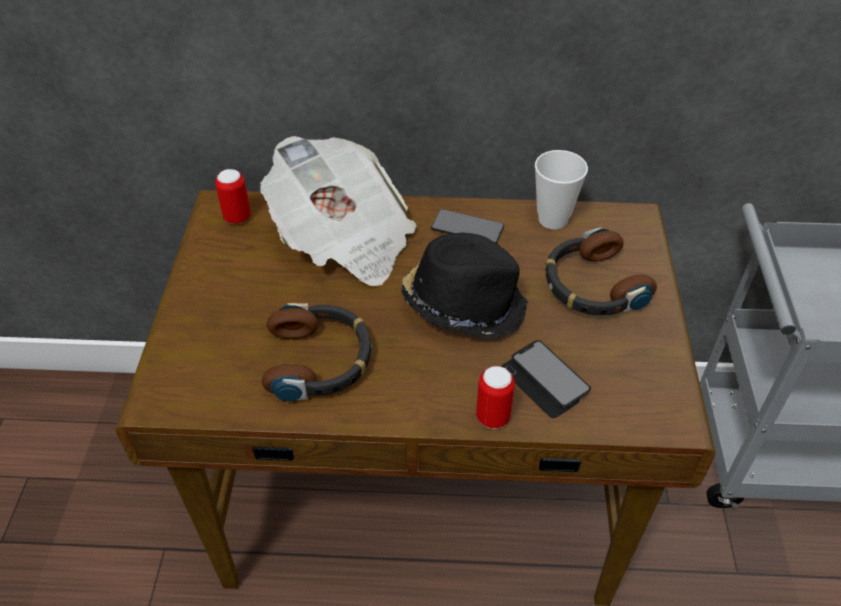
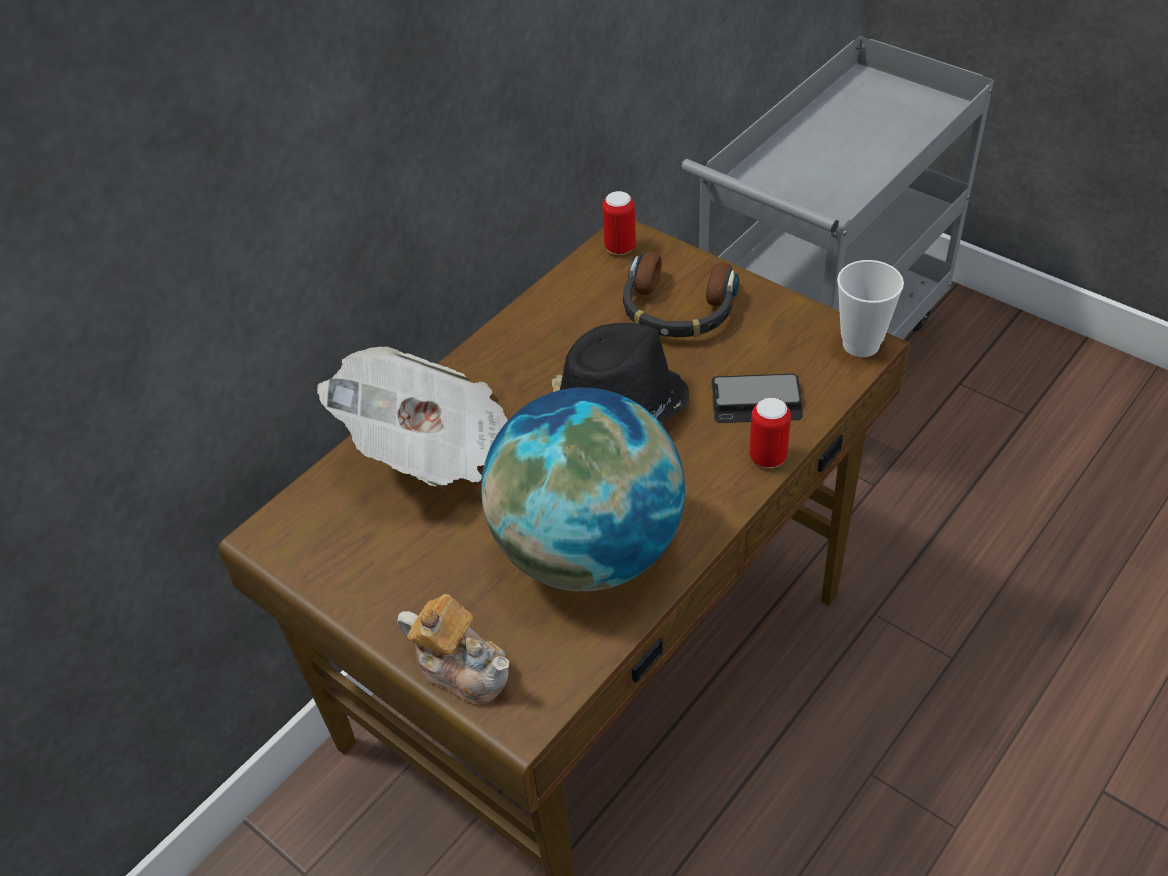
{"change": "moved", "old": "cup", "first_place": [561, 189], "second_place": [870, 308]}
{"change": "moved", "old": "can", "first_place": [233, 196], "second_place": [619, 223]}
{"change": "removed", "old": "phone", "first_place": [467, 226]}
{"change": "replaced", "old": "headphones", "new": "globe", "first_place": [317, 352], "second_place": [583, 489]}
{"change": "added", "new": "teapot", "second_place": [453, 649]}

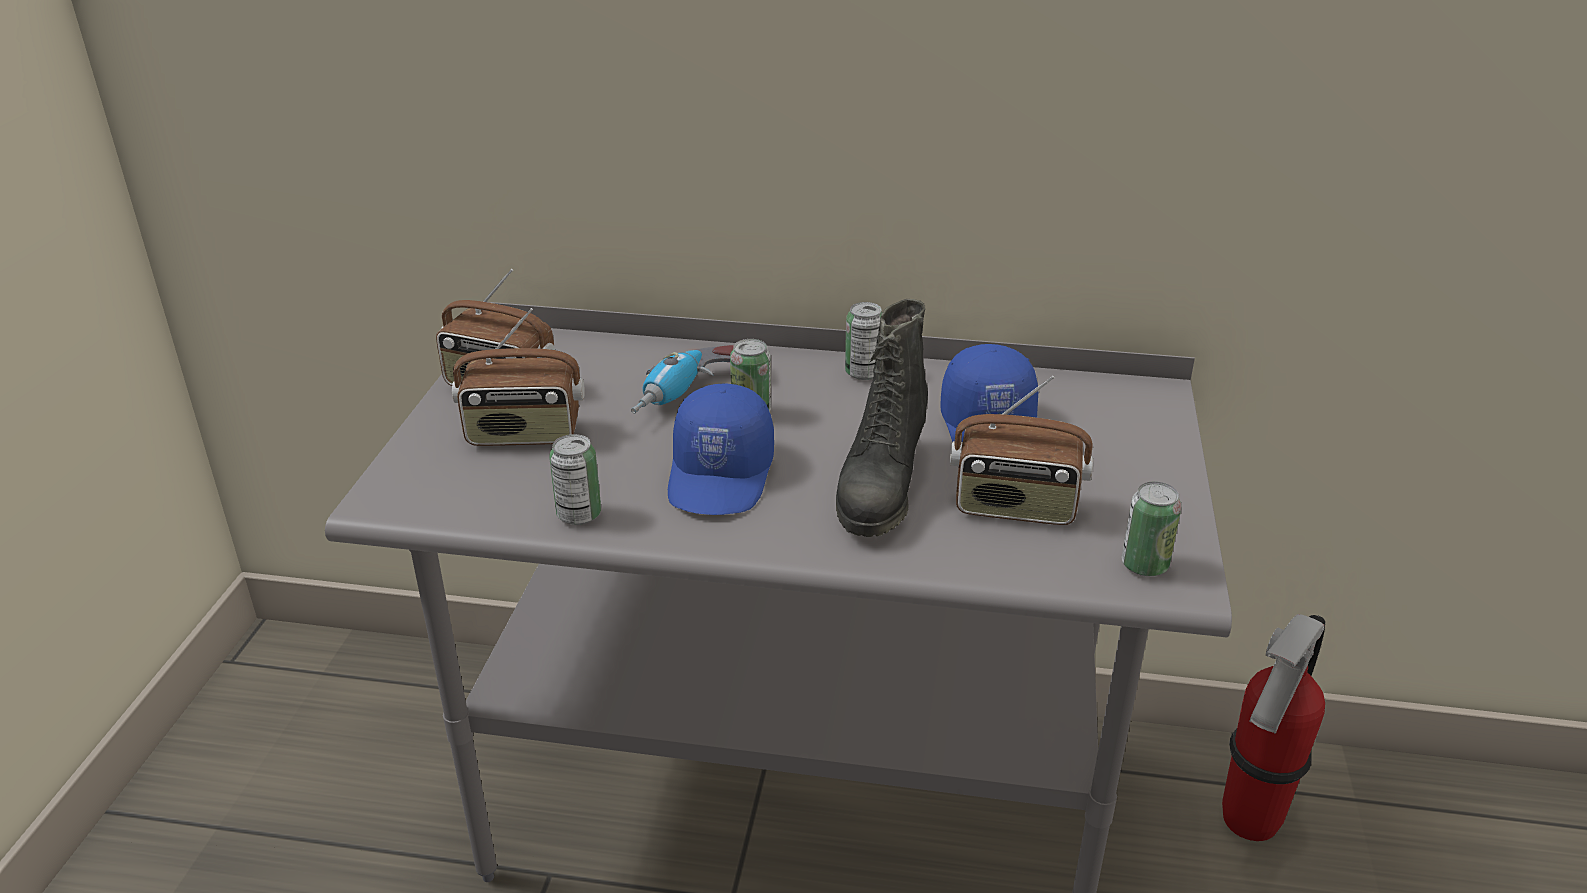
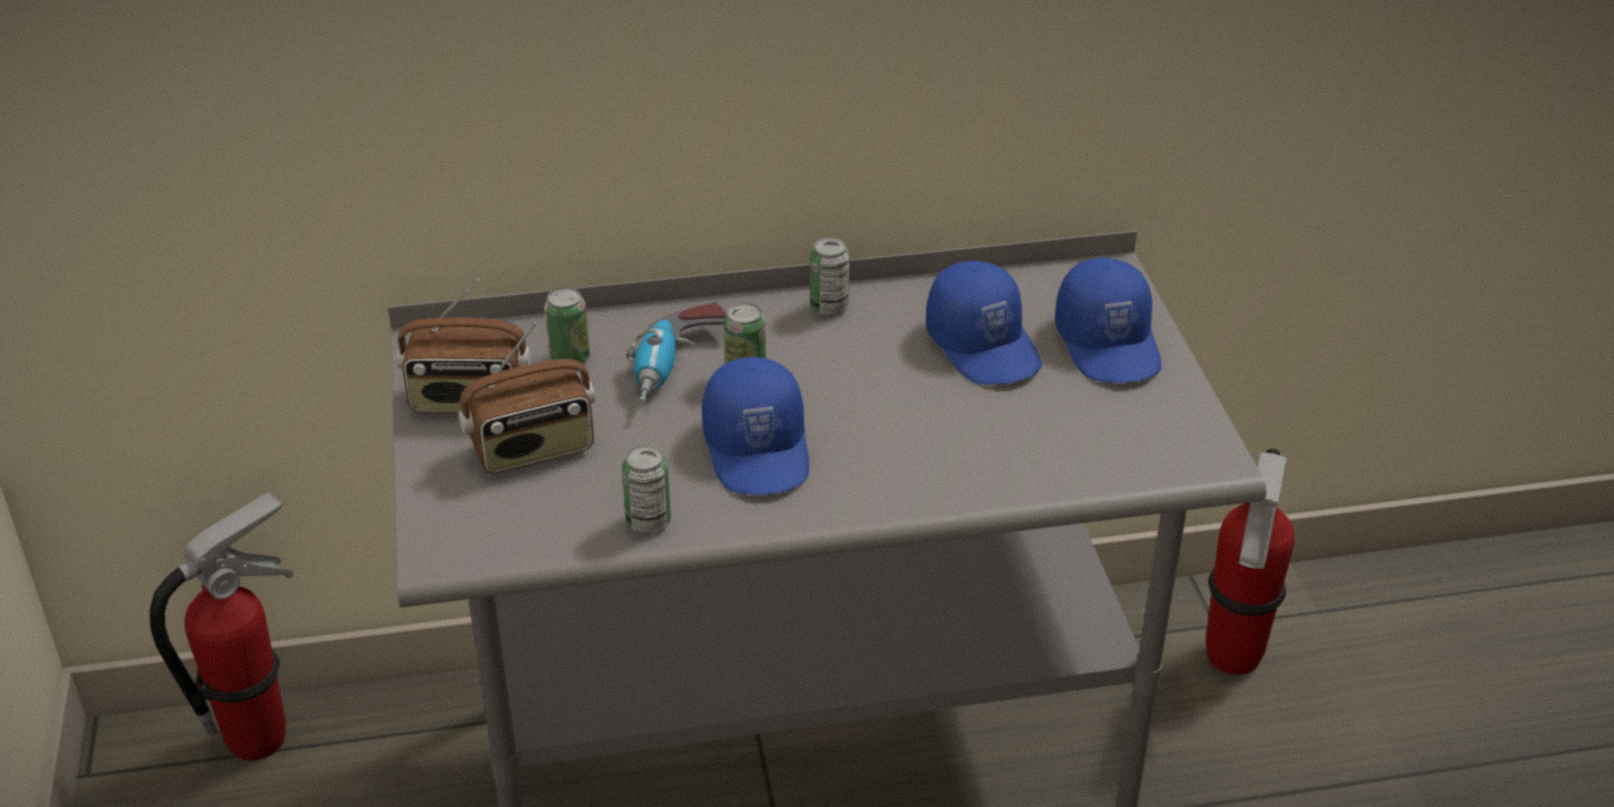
{"change": "removed", "old": "black boot", "first_place": [882, 418]}
{"change": "removed", "old": "radio", "first_place": [1021, 450]}
{"change": "moved", "old": "can", "first_place": [1151, 528], "second_place": [567, 325]}
{"change": "added", "new": "blue cap", "second_place": [1108, 320]}
{"change": "added", "new": "fire extinguisher", "second_place": [222, 625]}

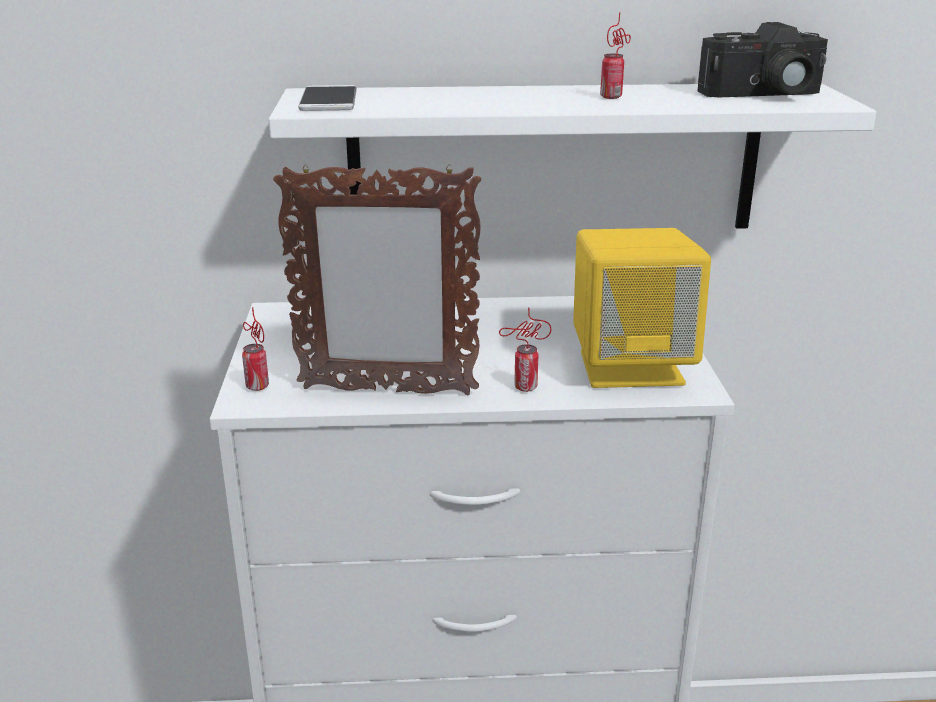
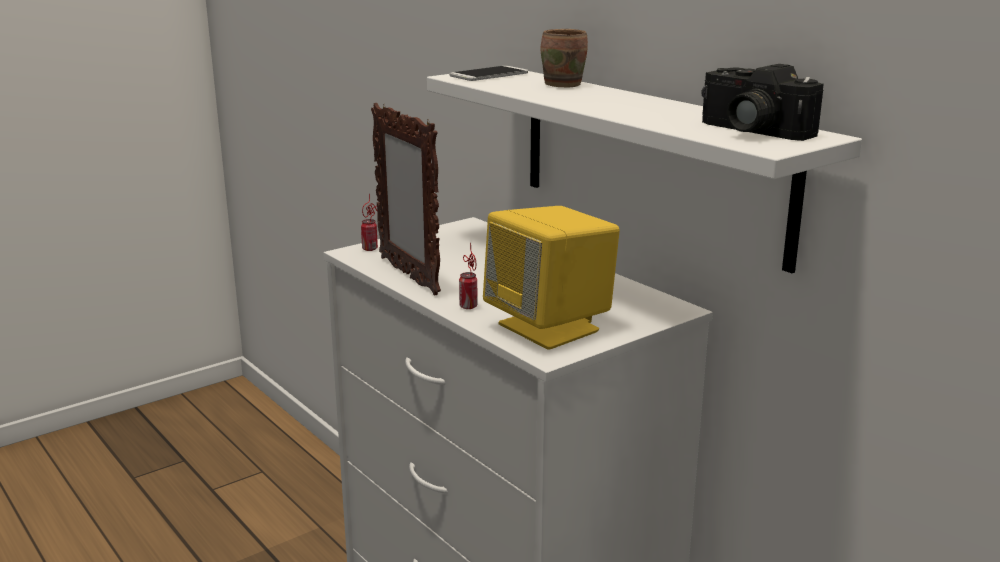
{"change": "removed", "old": "can", "first_place": [615, 55]}
{"change": "added", "new": "brown mug", "second_place": [564, 58]}

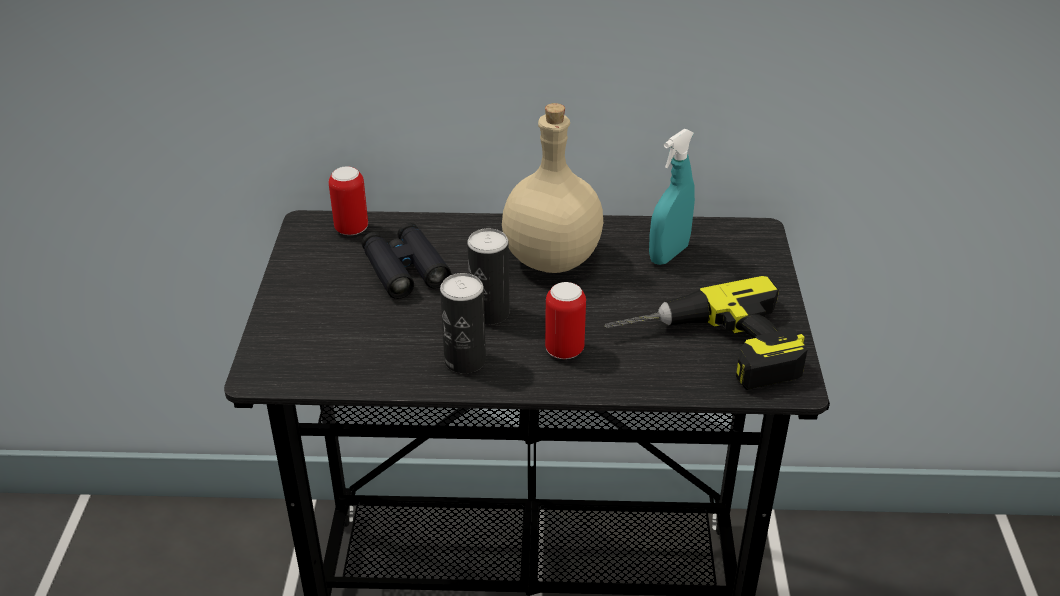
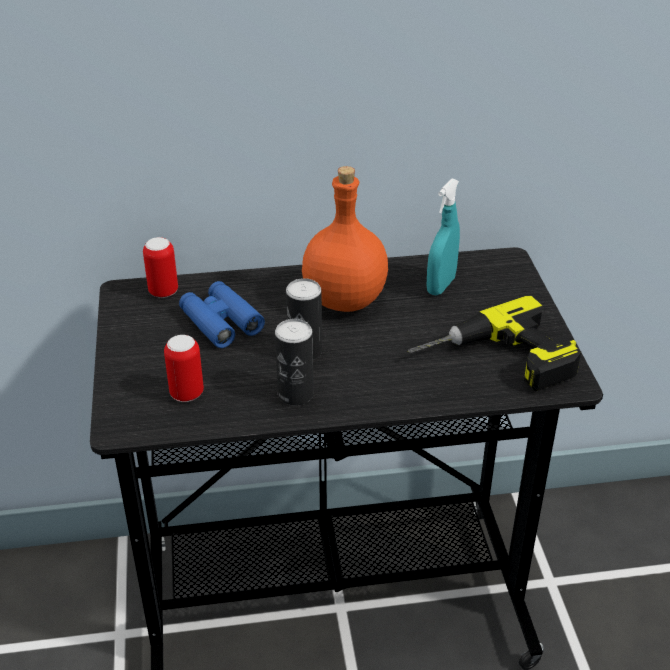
{"change": "recoloured", "old": "beige bottle", "new": "orange bottle", "first_place": [552, 188], "second_place": [345, 239]}
{"change": "recoloured", "old": "black binoculars", "new": "blue binoculars", "first_place": [406, 261], "second_place": [222, 314]}
{"change": "moved", "old": "can", "first_place": [565, 320], "second_place": [184, 368]}

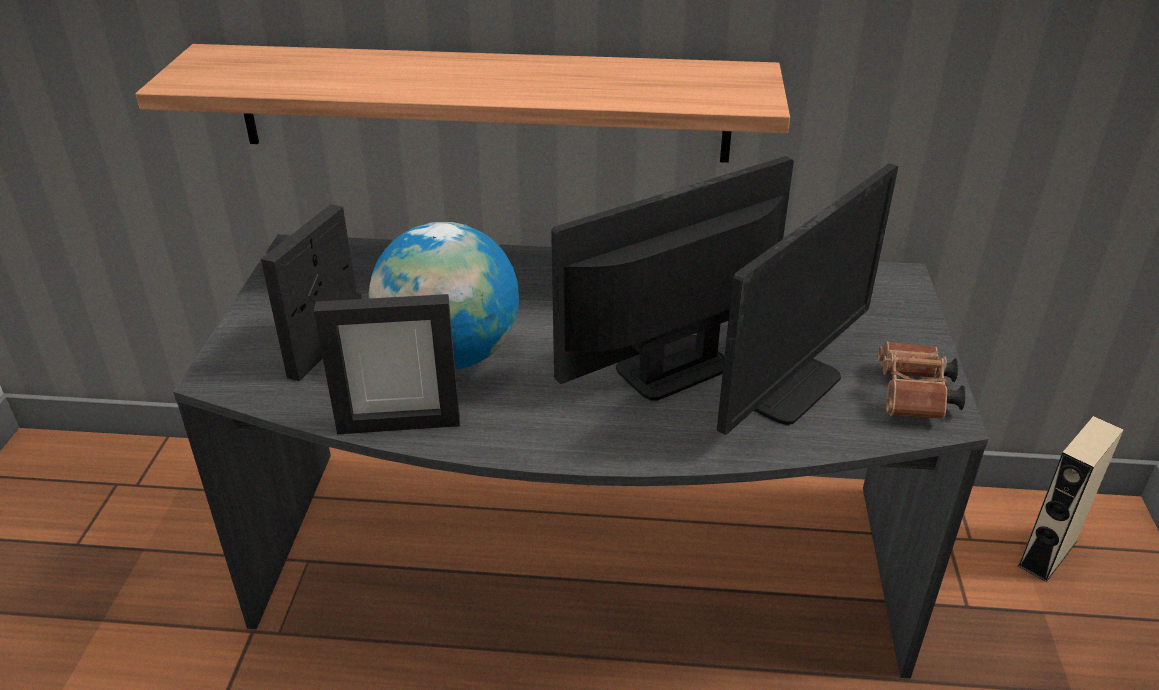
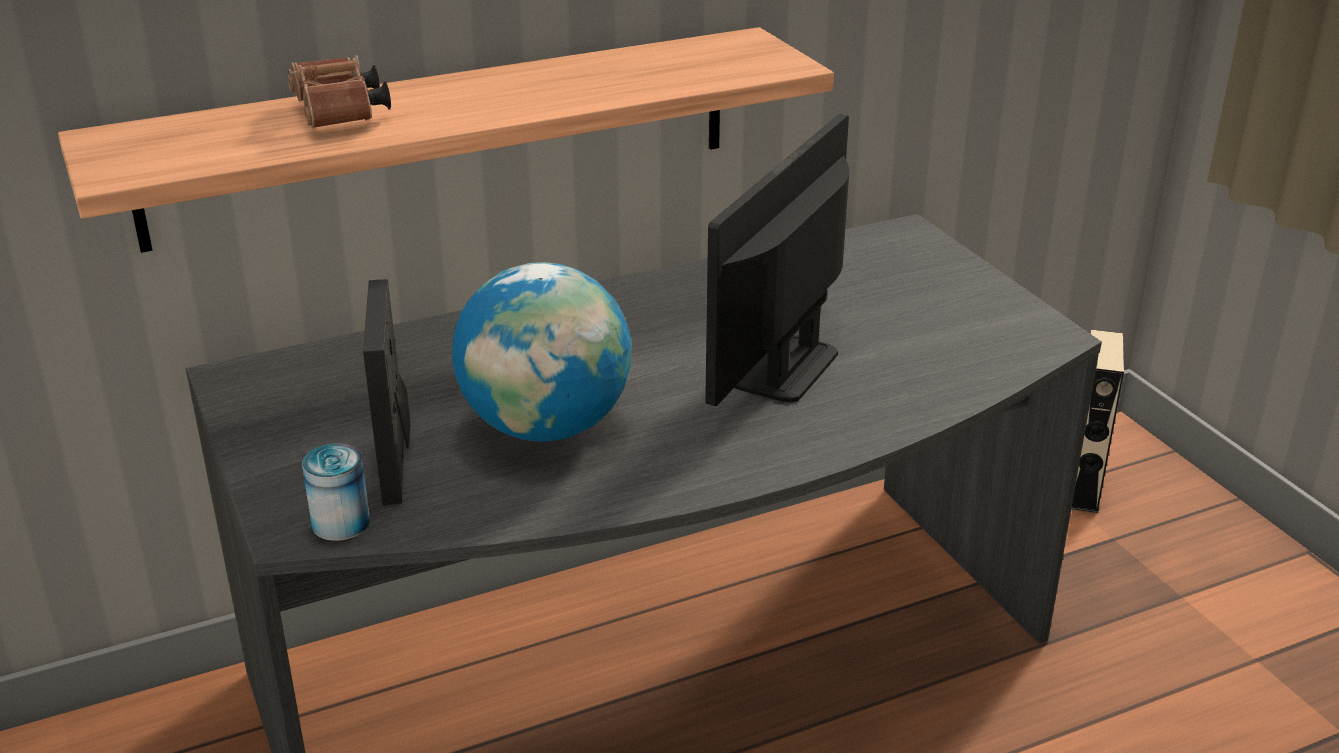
{"change": "removed", "old": "monitor", "first_place": [807, 299]}
{"change": "removed", "old": "picture frame", "first_place": [387, 364]}
{"change": "moved", "old": "brown binoculars", "first_place": [922, 380], "second_place": [339, 91]}
{"change": "added", "new": "can", "second_place": [336, 492]}

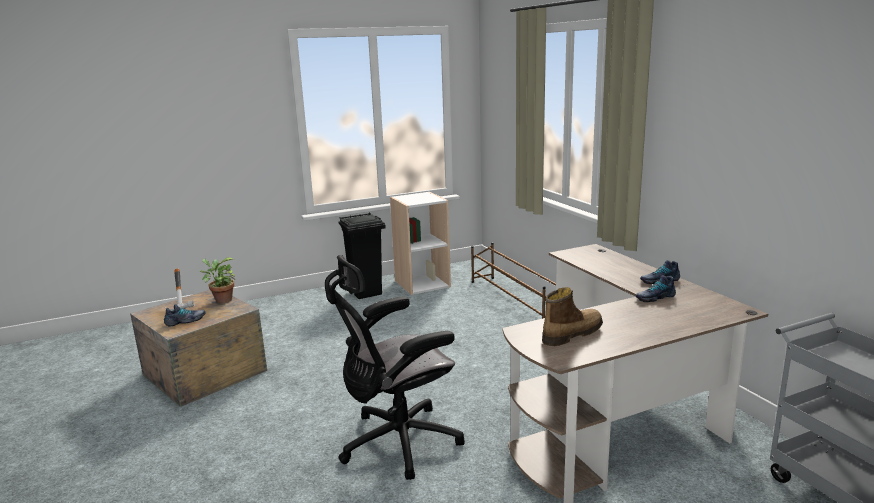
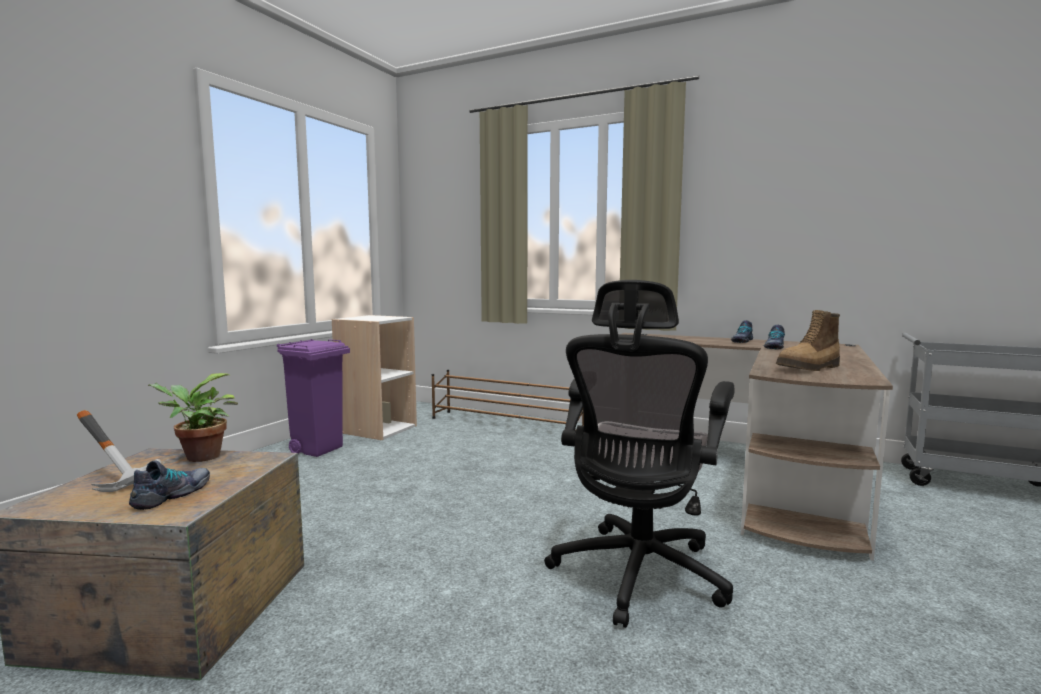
{"change": "recoloured", "old": "black trash can", "new": "purple trash can", "first_place": [362, 256], "second_place": [313, 398]}
{"change": "turned", "old": "boot", "first_place": [572, 316], "second_place": [808, 340], "degrees": -135}

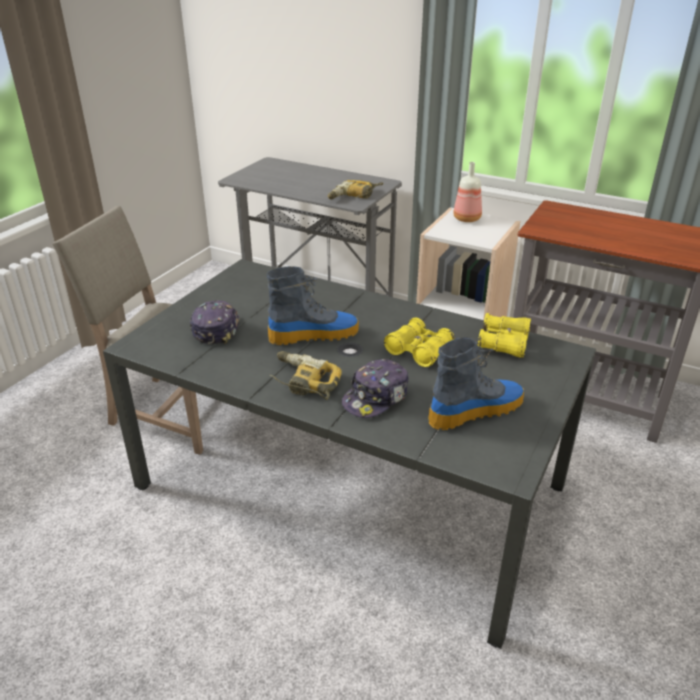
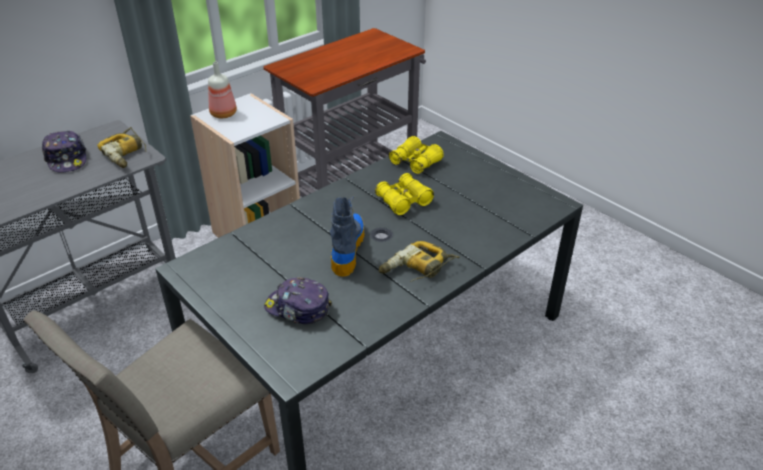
{"change": "removed", "old": "boot", "first_place": [476, 383]}
{"change": "moved", "old": "cap", "first_place": [375, 388], "second_place": [64, 152]}

